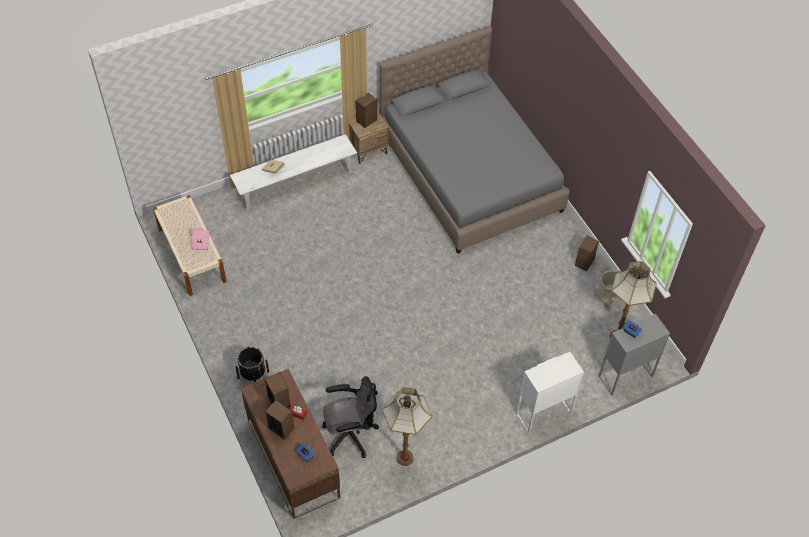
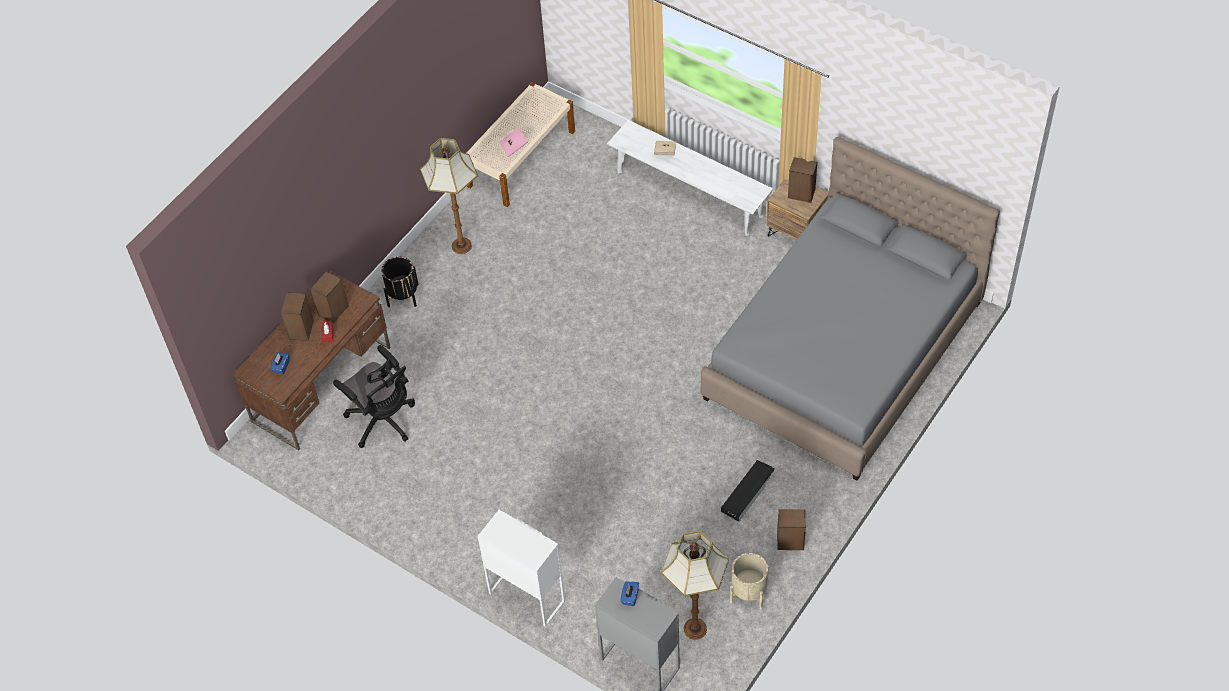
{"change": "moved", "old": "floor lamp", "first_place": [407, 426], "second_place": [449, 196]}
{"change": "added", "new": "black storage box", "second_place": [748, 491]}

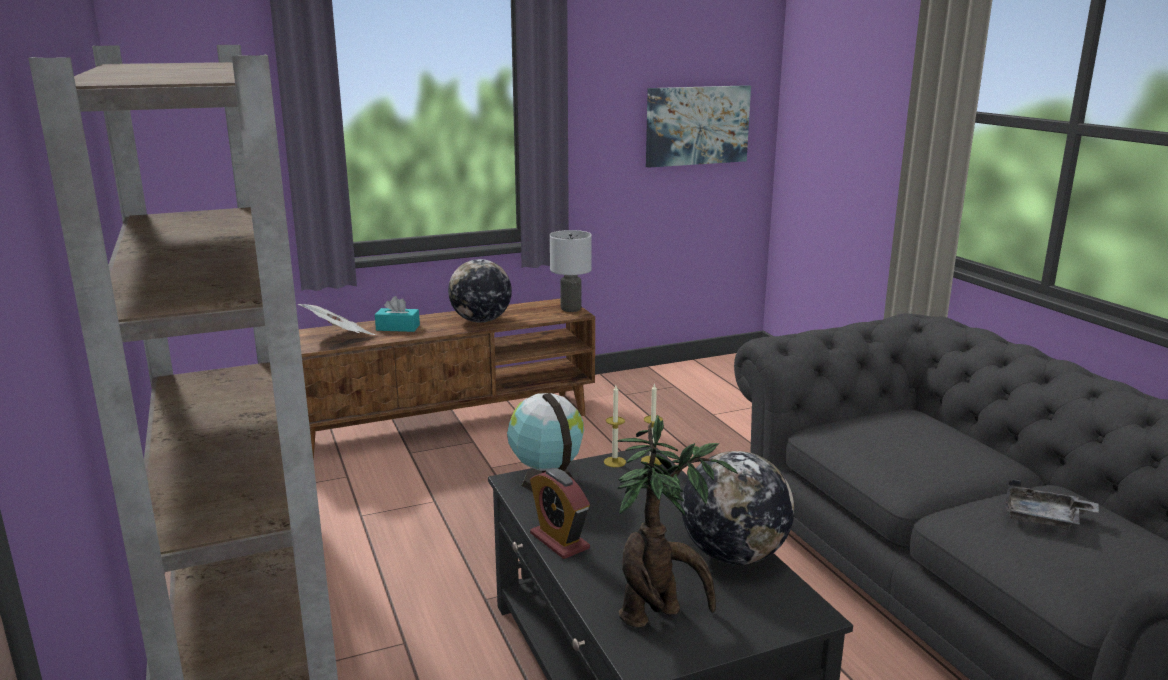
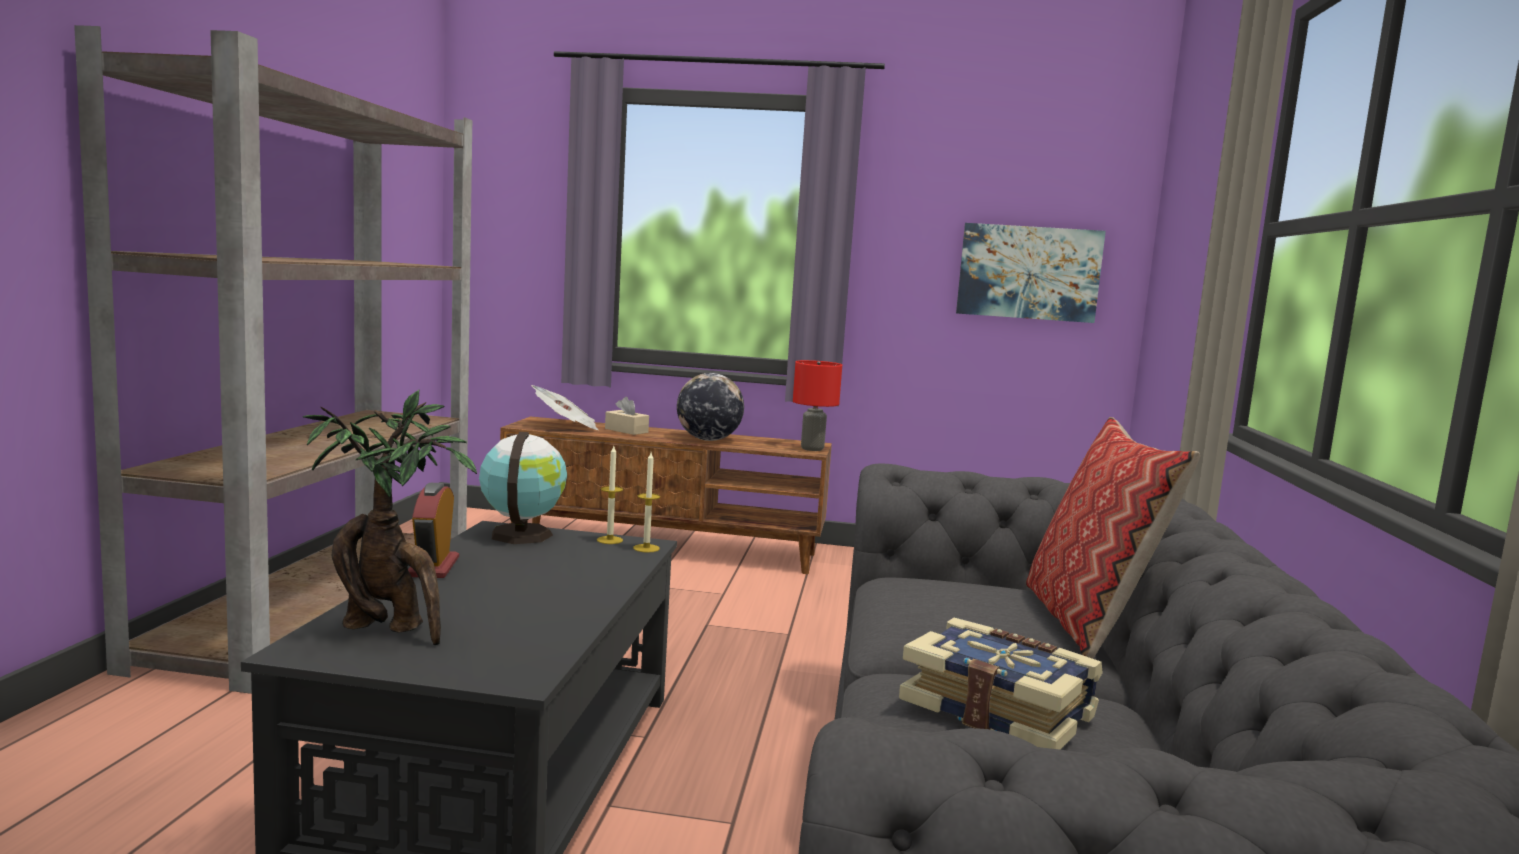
{"change": "recoloured", "old": "white table lamp", "new": "red table lamp", "first_place": [571, 271], "second_place": [817, 405]}
{"change": "recoloured", "old": "turquoise tissue box", "new": "beige tissue box", "first_place": [397, 314], "second_place": [627, 416]}
{"change": "removed", "old": "globe", "first_place": [737, 508]}
{"change": "replaced", "old": "grey tray", "new": "book", "first_place": [1052, 504], "second_place": [1000, 684]}
{"change": "added", "new": "pillow", "second_place": [1113, 538]}

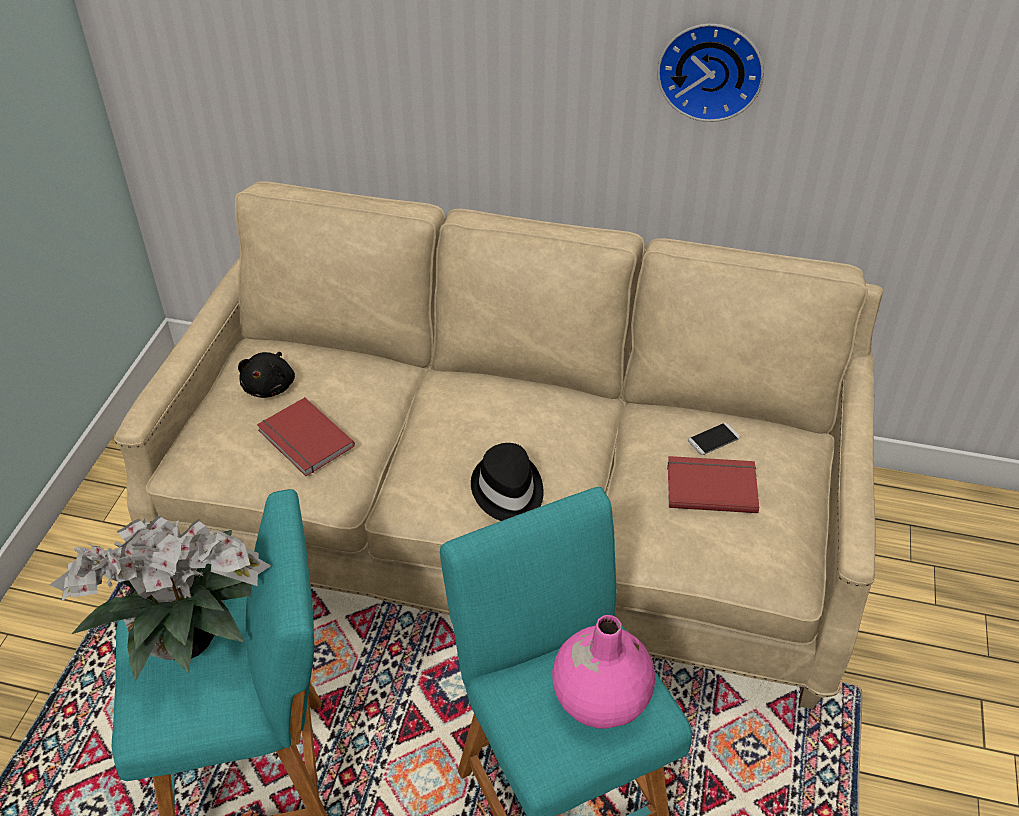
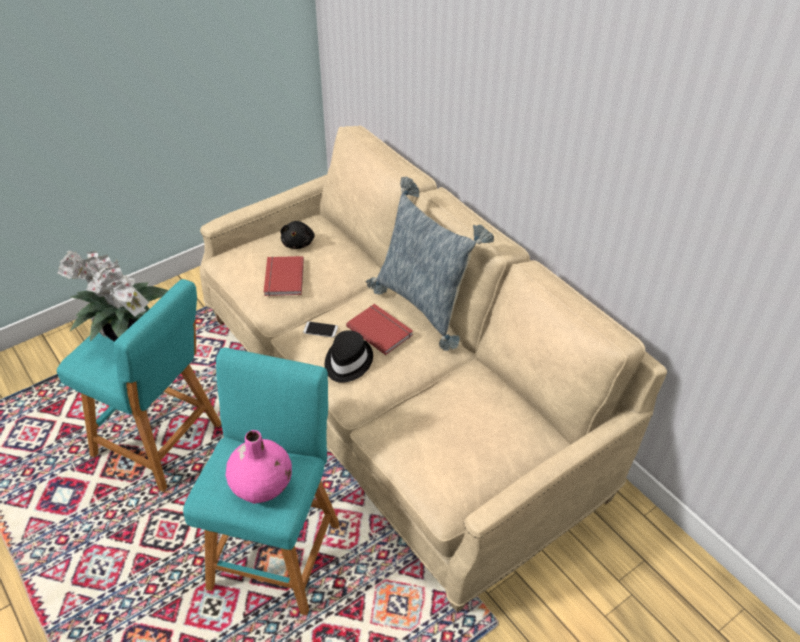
{"change": "removed", "old": "wall clock", "first_place": [710, 73]}
{"change": "turned", "old": "black plush toy", "first_place": [266, 375], "second_place": [298, 235], "degrees": -45}
{"change": "moved", "old": "phone", "first_place": [714, 439], "second_place": [320, 329]}
{"change": "moved", "old": "red book", "first_place": [713, 484], "second_place": [379, 329]}
{"change": "added", "new": "pillow", "second_place": [430, 264]}

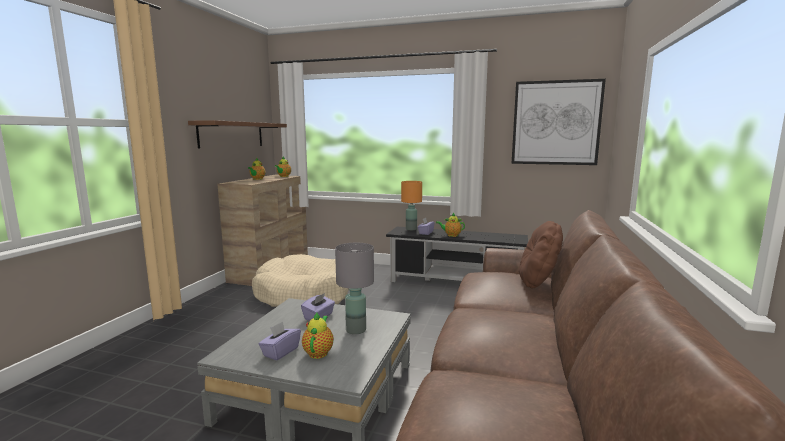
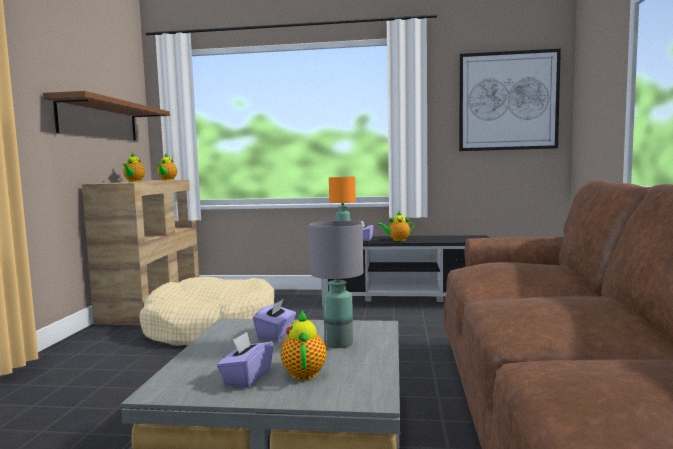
{"change": "removed", "old": "brown pillow", "first_place": [541, 255]}

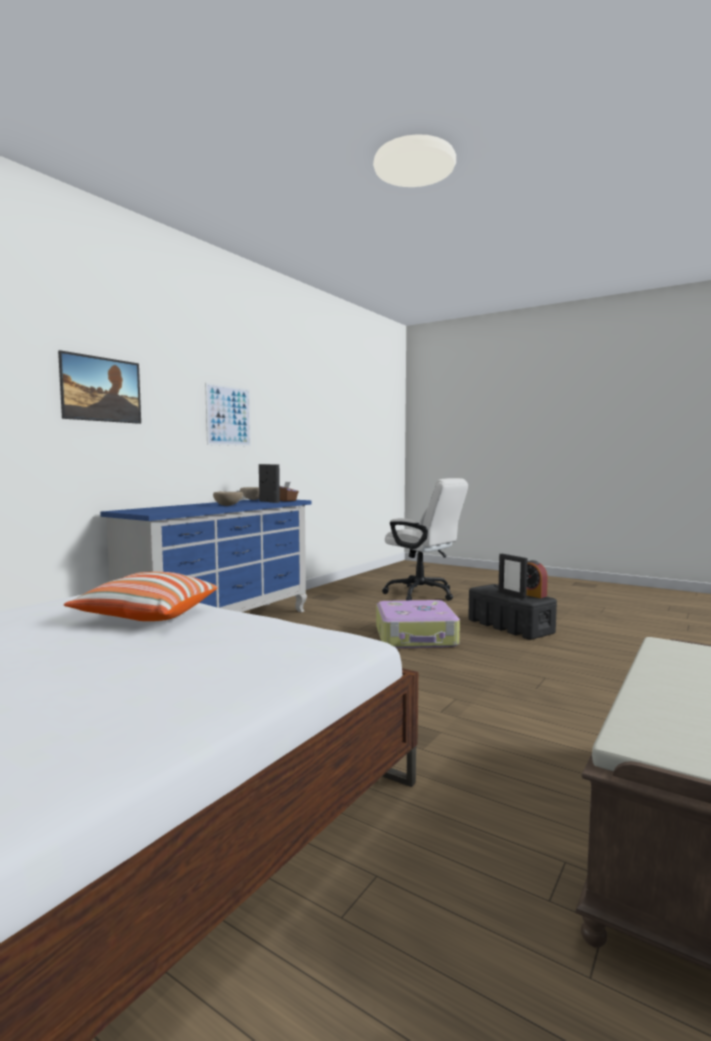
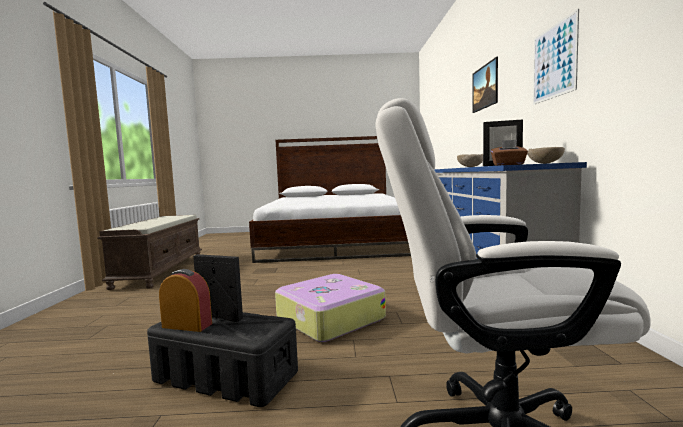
{"change": "removed", "old": "pillow", "first_place": [140, 596]}

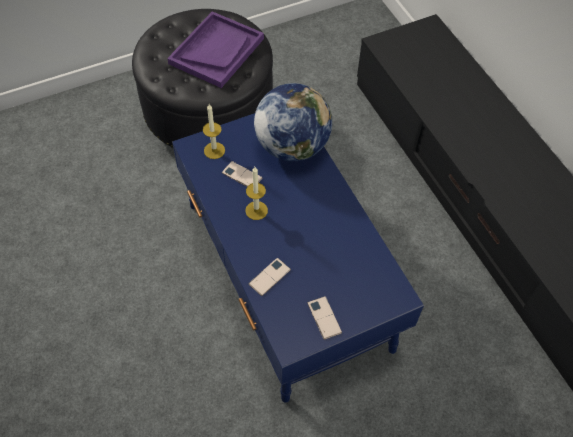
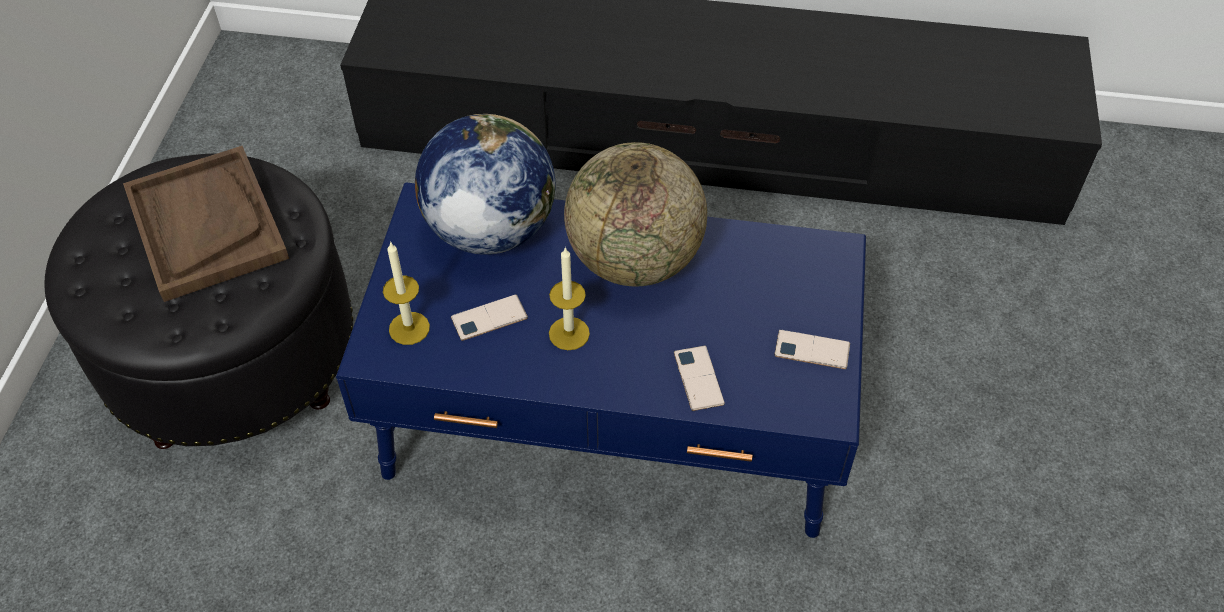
{"change": "recoloured", "old": "purple tray", "new": "brown tray", "first_place": [215, 49], "second_place": [206, 224]}
{"change": "added", "new": "globe", "second_place": [635, 214]}

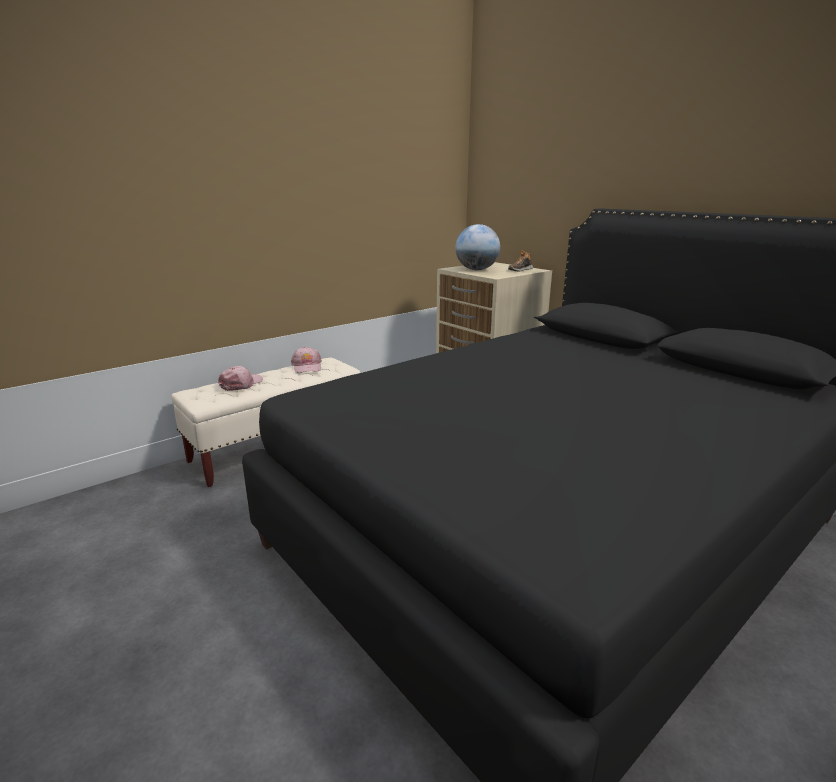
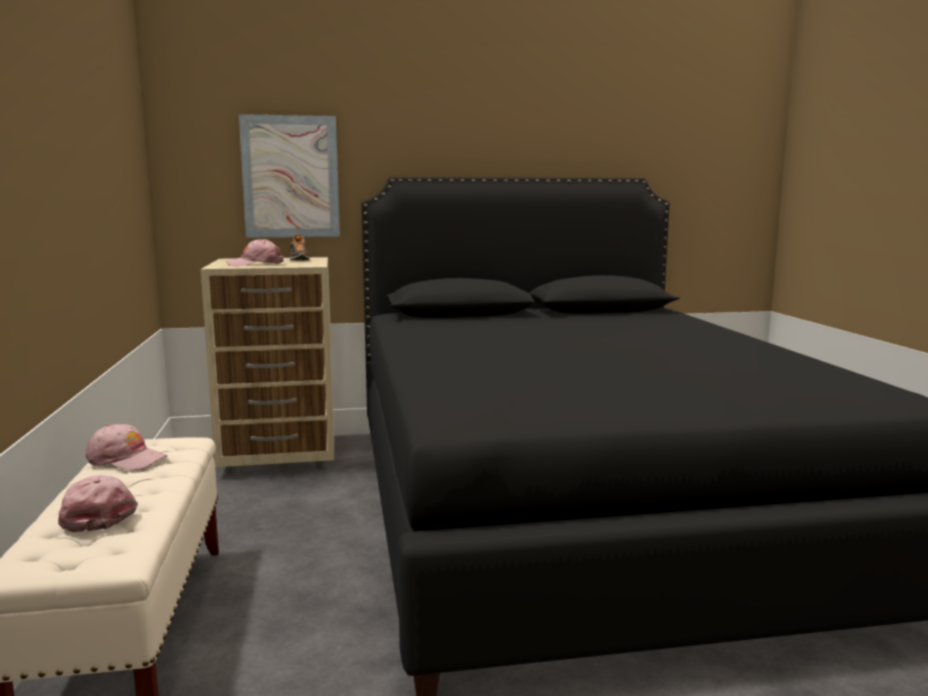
{"change": "replaced", "old": "globe", "new": "pink cap", "first_place": [477, 247], "second_place": [254, 253]}
{"change": "added", "new": "picture", "second_place": [289, 176]}

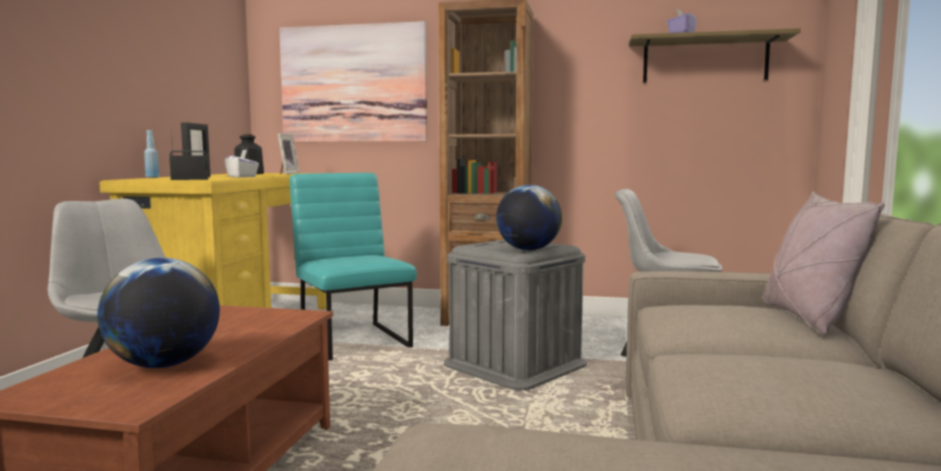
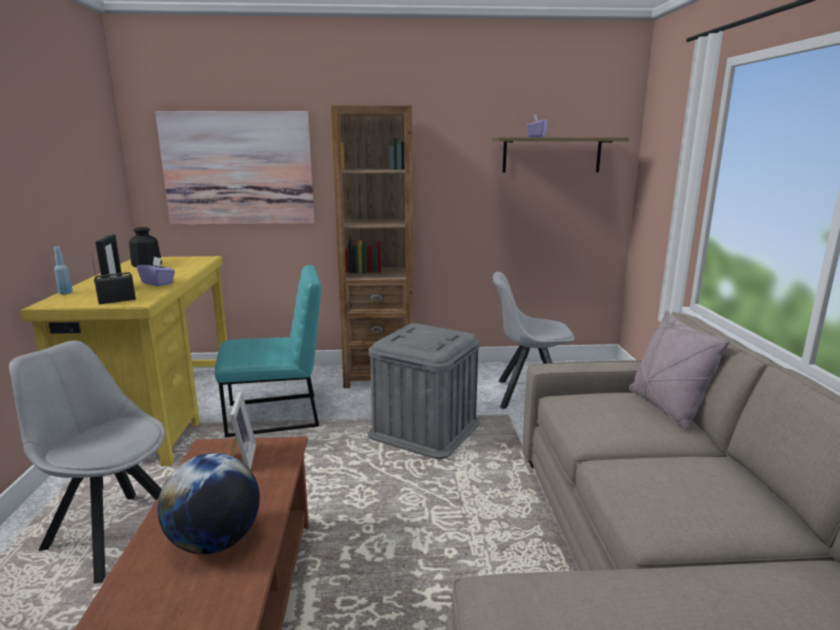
{"change": "moved", "old": "picture frame", "first_place": [289, 153], "second_place": [243, 431]}
{"change": "recoloured", "old": "white tissue box", "new": "purple tissue box", "first_place": [242, 164], "second_place": [156, 271]}
{"change": "turned", "old": "turquoise chair", "first_place": [353, 267], "second_place": [268, 351], "degrees": 120}
{"change": "removed", "old": "globe", "first_place": [529, 217]}

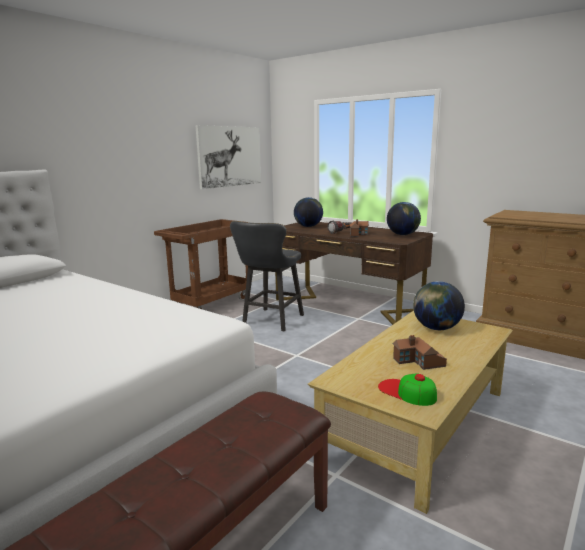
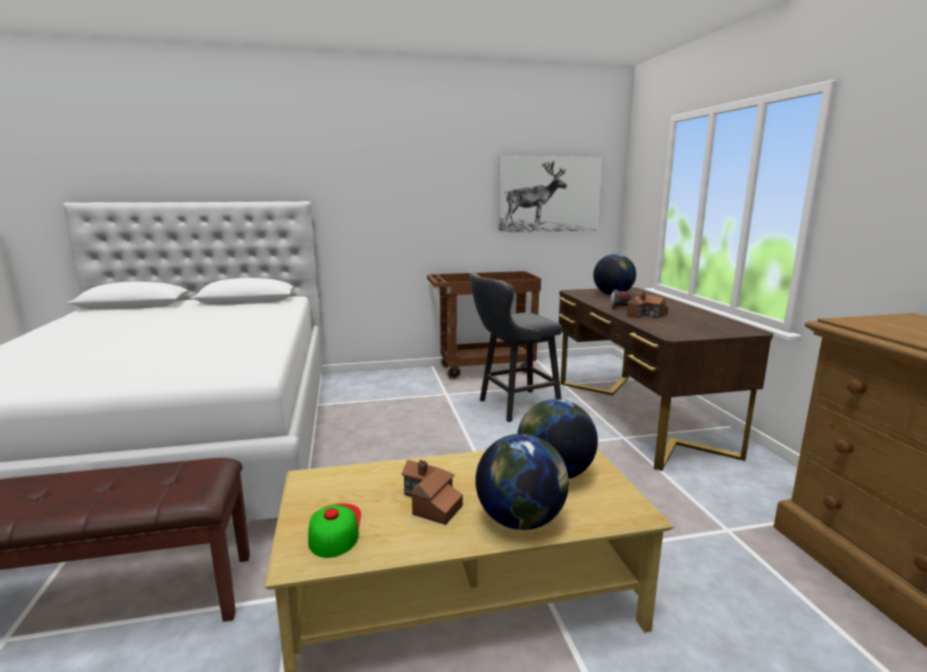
{"change": "moved", "old": "globe", "first_place": [404, 218], "second_place": [522, 482]}

